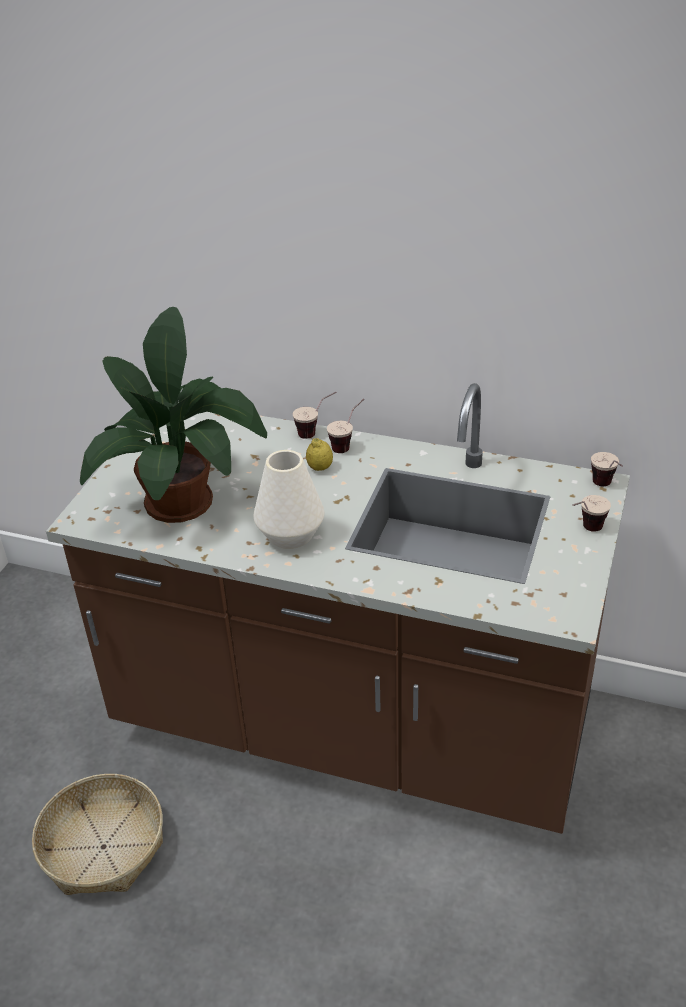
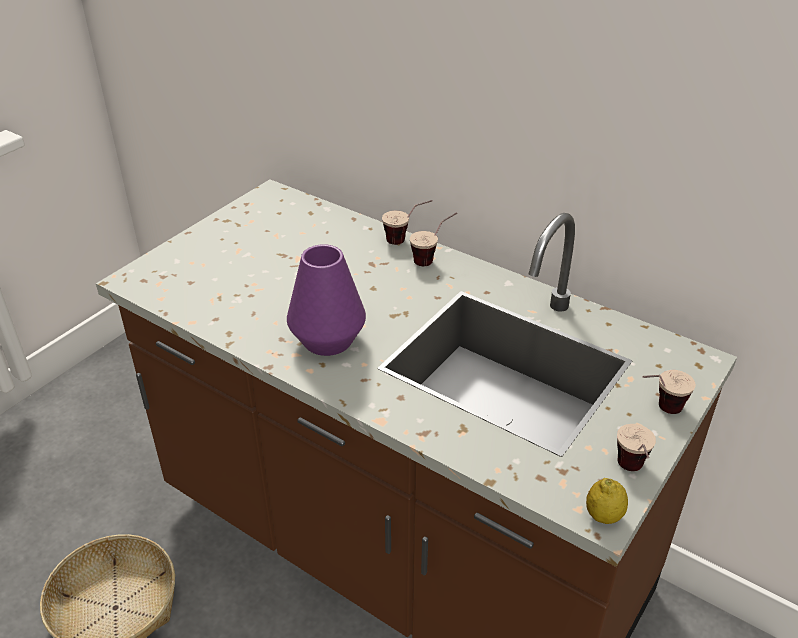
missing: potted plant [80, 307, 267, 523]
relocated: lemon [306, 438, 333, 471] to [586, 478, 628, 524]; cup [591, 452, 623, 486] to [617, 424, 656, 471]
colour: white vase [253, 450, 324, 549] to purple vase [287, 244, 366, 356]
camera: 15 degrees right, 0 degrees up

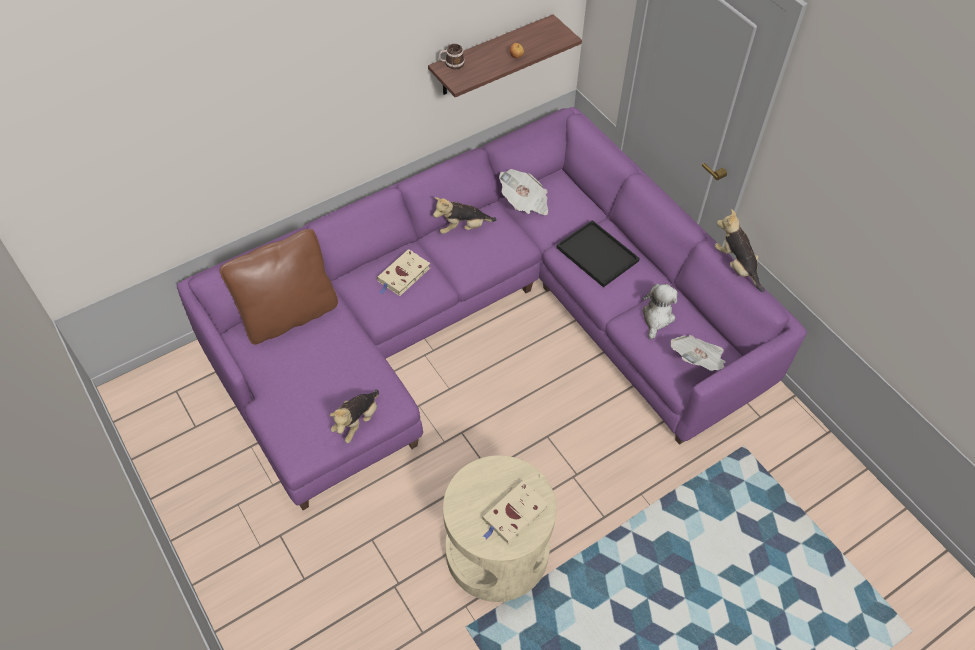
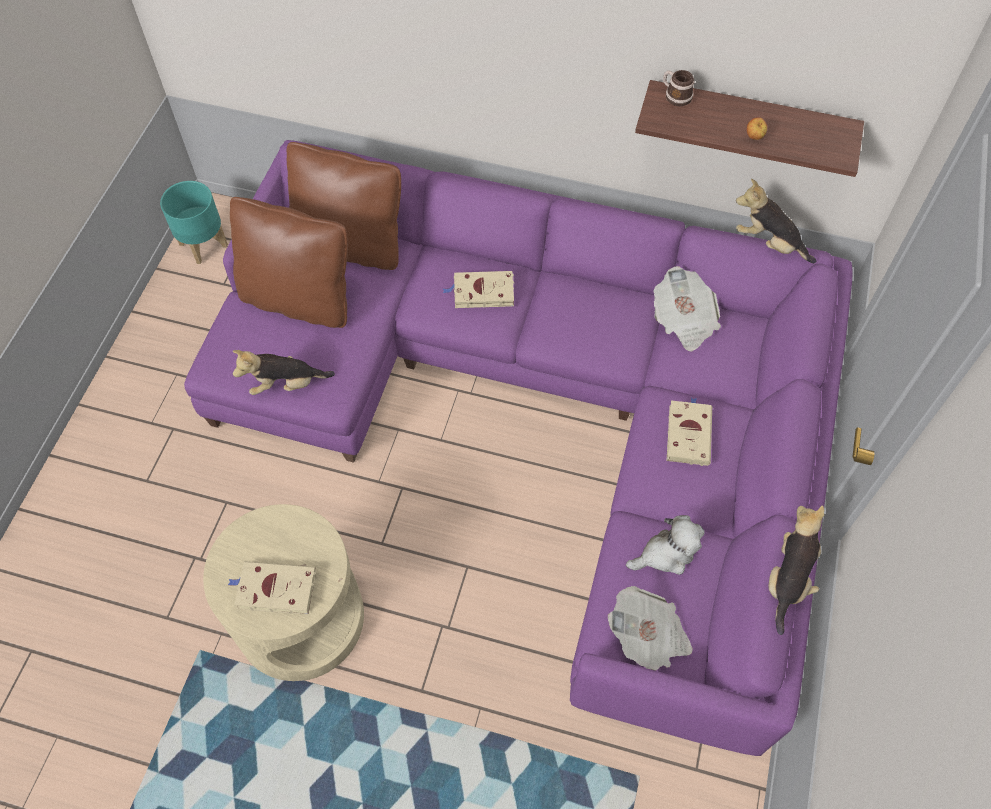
appeared: turquoise planter [160, 181, 228, 264]; brown pillow [230, 197, 348, 328]
relocated: plush toy [433, 197, 497, 234] to [736, 179, 816, 263]
exchanged: black tray [556, 220, 640, 287] to beige book [667, 398, 712, 466]
camera: 50 degrees right, 5 degrees up

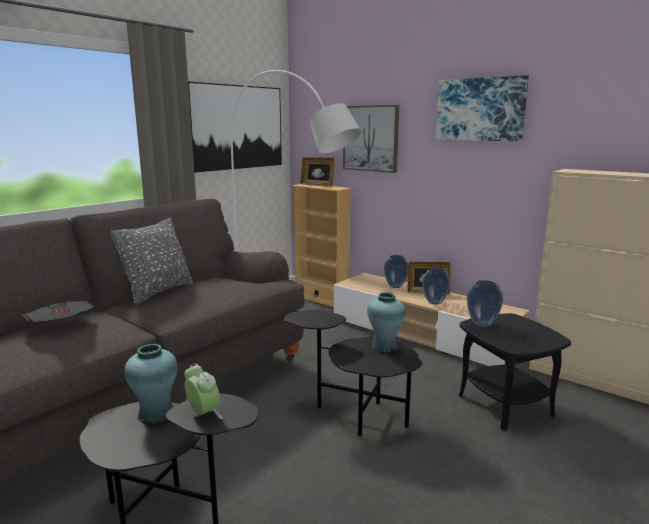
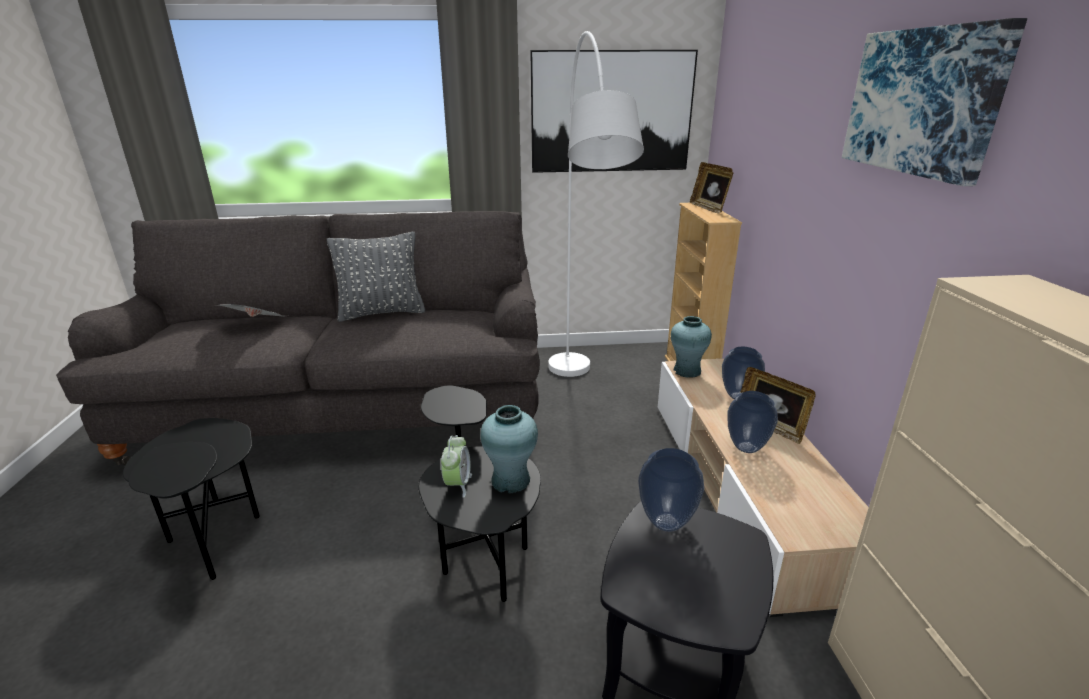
missing: picture [343, 105, 399, 173]
relocated: turquoise vase [125, 344, 177, 423] to [671, 316, 712, 378]; alarm clock [184, 363, 222, 419] to [441, 435, 472, 498]
camera: 45 degrees right, 10 degrees up

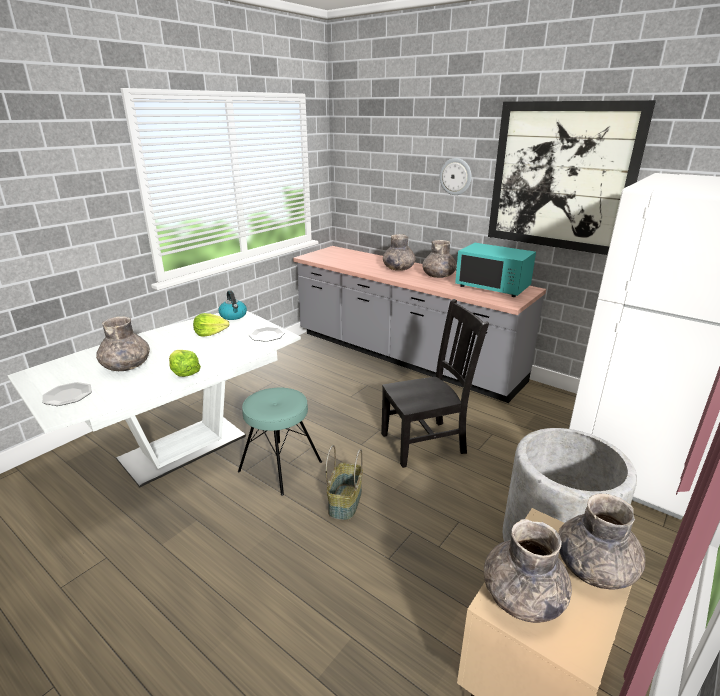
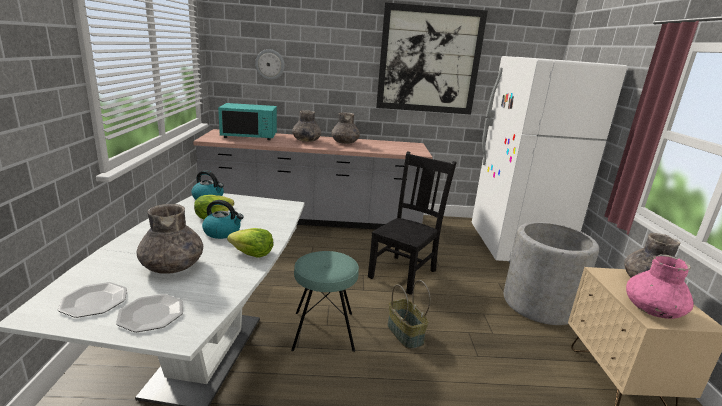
appeared: kettle [202, 200, 244, 239]
relocated: plate [249, 326, 285, 342] to [58, 282, 127, 318]; wall clock [440, 158, 472, 195] to [255, 49, 285, 80]; turquoise microwave [455, 243, 536, 297] to [218, 103, 277, 140]
colour: grey vase [484, 519, 572, 623] to pink vase [626, 254, 694, 319]
camera: 40 degrees left, 5 degrees down

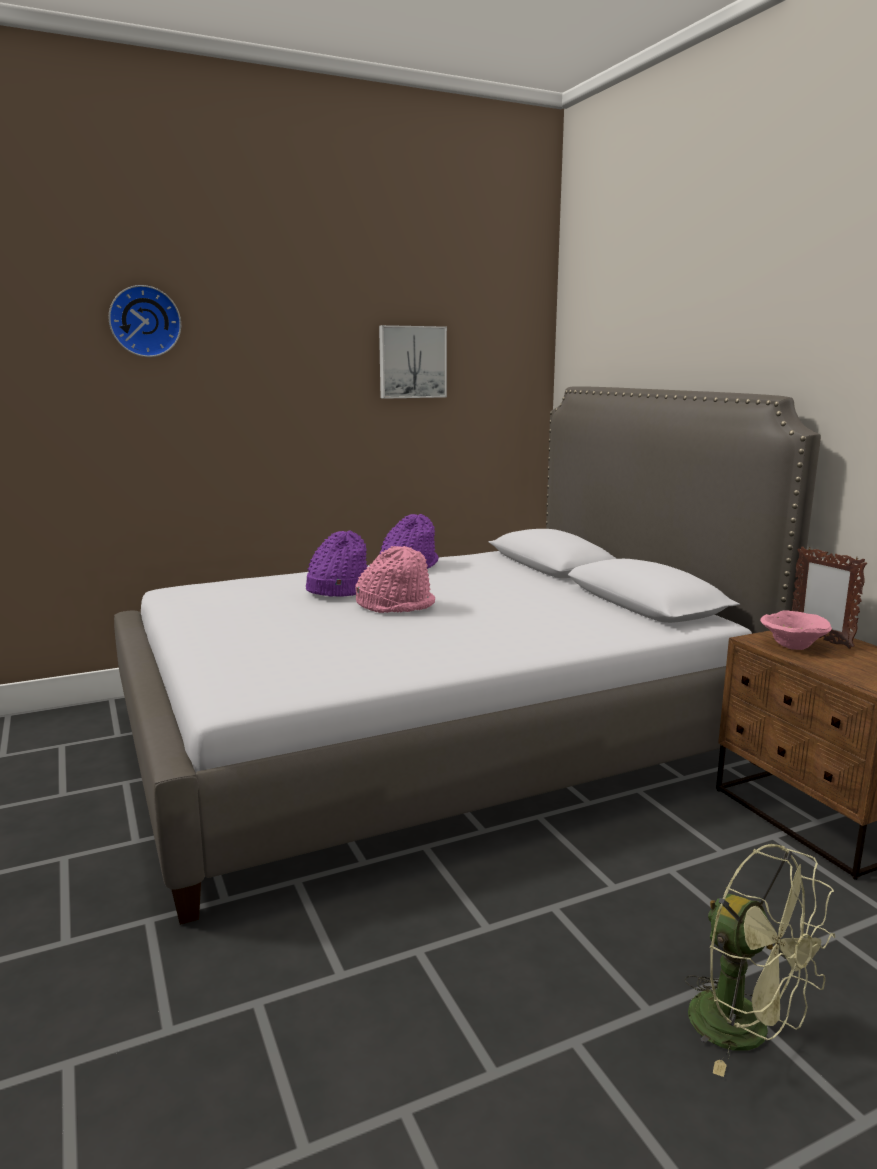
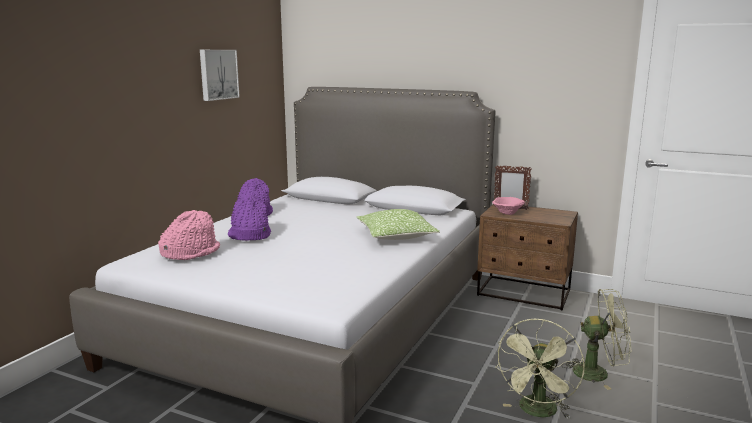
missing: wall clock [109, 285, 181, 357]
appeared: pillow [357, 209, 440, 240]; green fan [495, 319, 585, 418]
relocated: pink hat [355, 546, 435, 613] to [158, 210, 220, 260]
camera: 40 degrees left, 0 degrees up

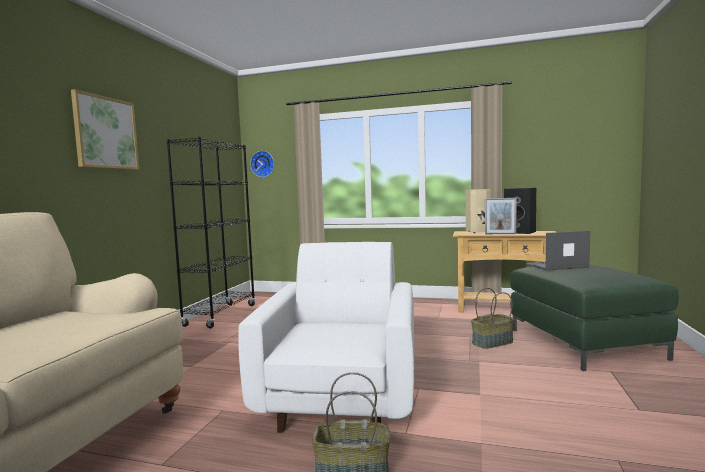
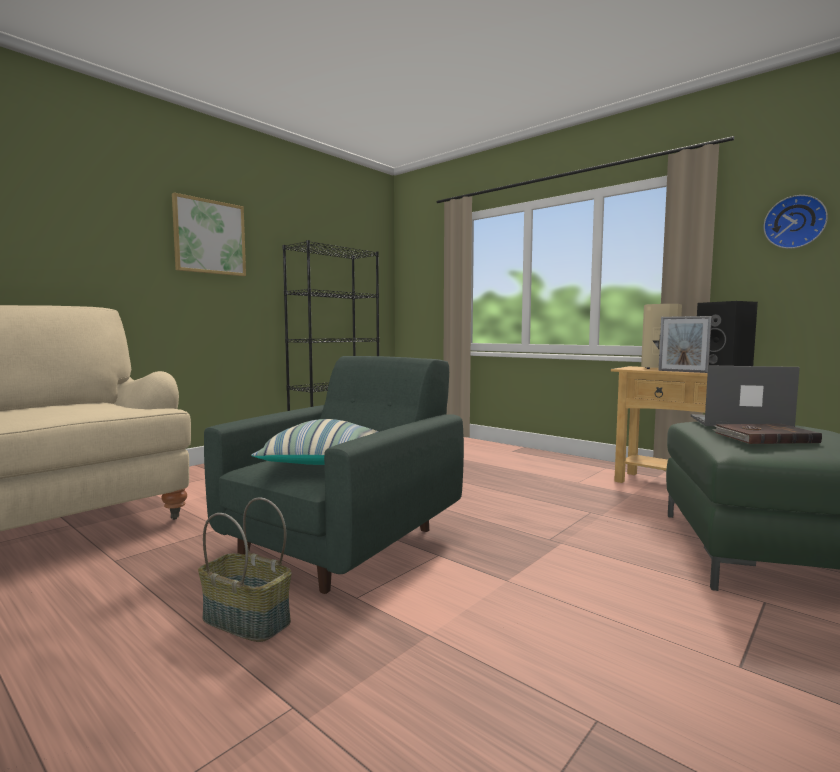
missing: basket [471, 288, 514, 349]
appeared: pillow [251, 419, 378, 465]; brown book [712, 424, 822, 444]
relocated: wall clock [250, 151, 274, 177] to [763, 195, 828, 249]
colour: white armchair [238, 242, 414, 433] to green armchair [204, 356, 464, 594]
camera: 25 degrees right, 0 degrees up

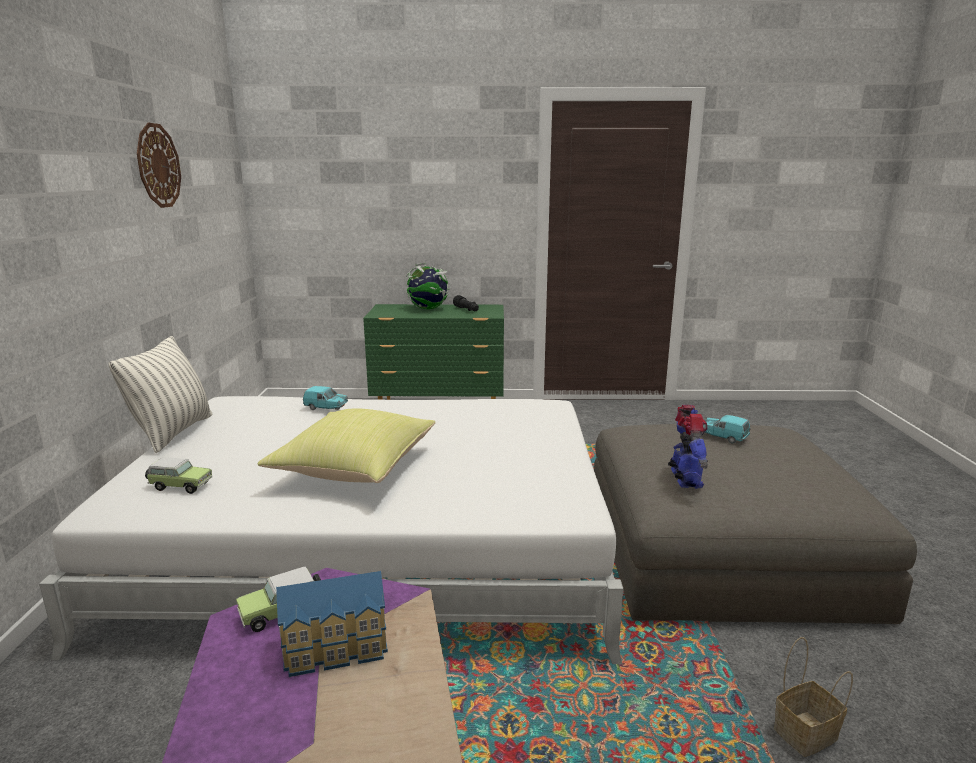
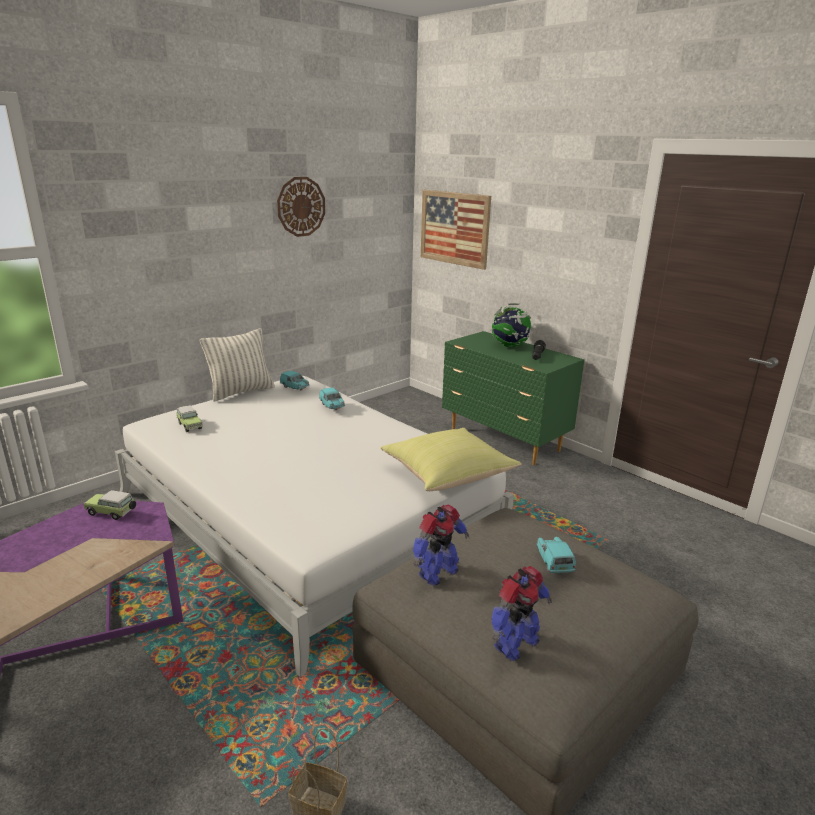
missing: toy house [276, 571, 388, 677]
appeared: turquoise toy car [280, 371, 309, 390]; picture [421, 190, 491, 270]; toy robot [491, 566, 552, 661]
relocated: yellow pillow [258, 408, 435, 483] to [380, 428, 522, 491]
camera: 45 degrees right, 5 degrees up

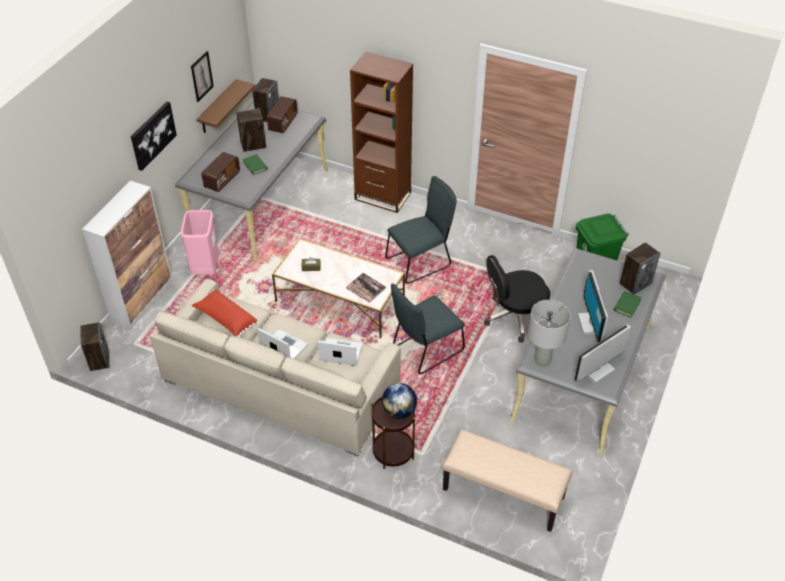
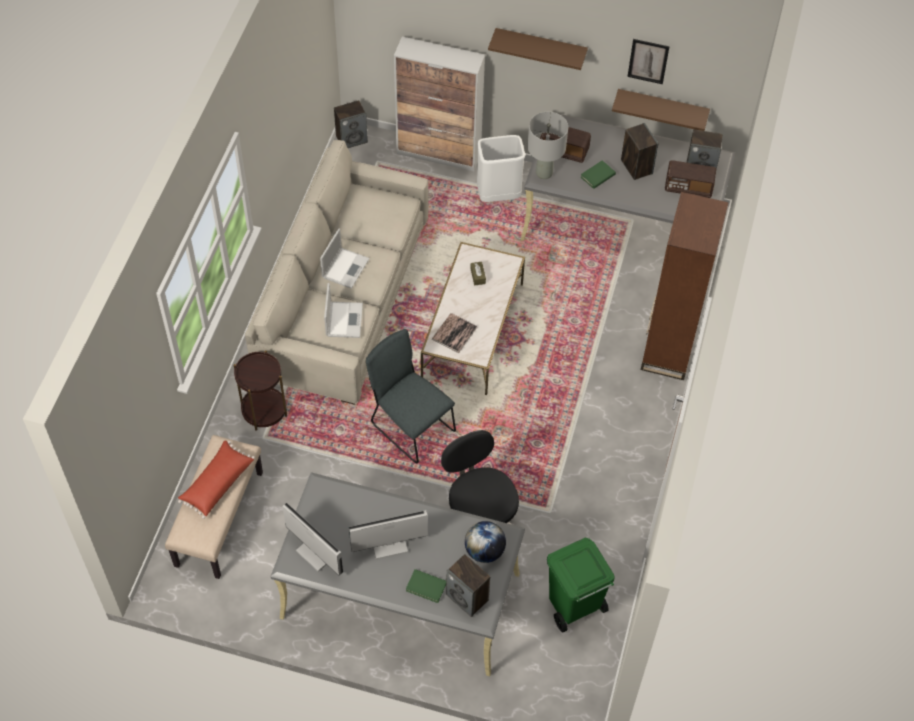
missing: grey chair [385, 176, 457, 284]
relocated: red pillow [192, 289, 259, 337] to [178, 440, 255, 519]; globe [382, 383, 417, 419] to [465, 521, 506, 563]; grey table lamp [528, 300, 571, 366] to [527, 112, 568, 179]
exchanged: picture [131, 102, 177, 171] to brown shelf [488, 28, 588, 70]
colour: pink trash can [181, 210, 219, 275] to white trash can [477, 135, 525, 202]
camera: 80 degrees right, 10 degrees up

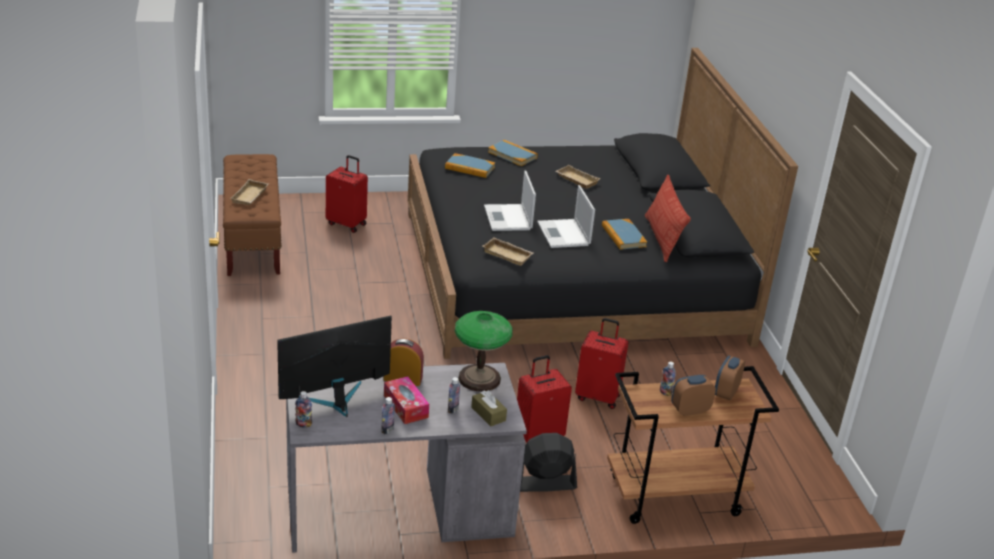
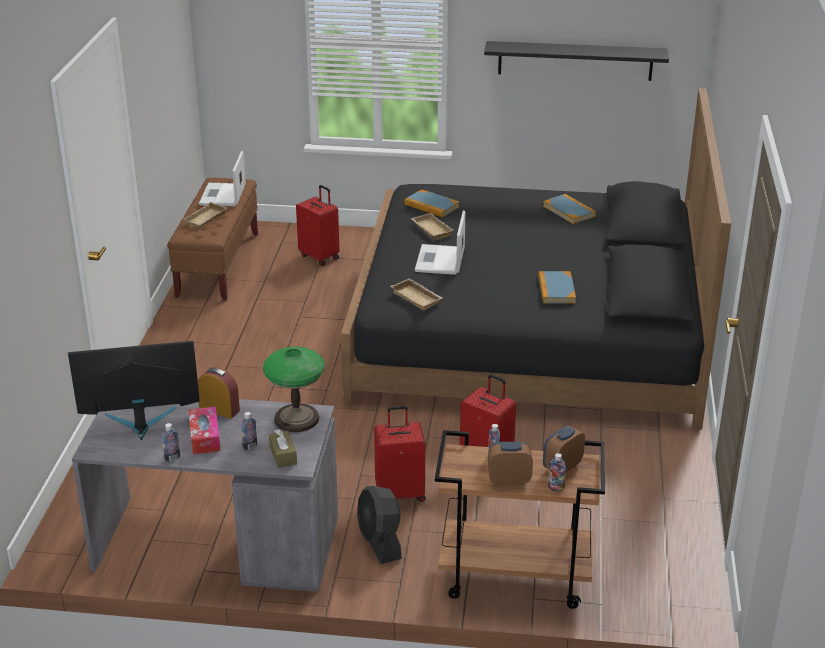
missing: pillow [645, 175, 691, 262]
appeared: black shelf [484, 41, 669, 81]
relocated: bottle [295, 391, 312, 428] to [548, 453, 566, 492]; book [488, 140, 538, 166] to [543, 194, 596, 224]; laptop [537, 185, 595, 248] to [199, 151, 246, 206]; beige tray [555, 165, 601, 189] to [411, 213, 454, 240]
spun: black fan [520, 433, 577, 492] = [357, 486, 402, 564] 120 degrees counterclockwise
camera: 20 degrees right, 0 degrees up

